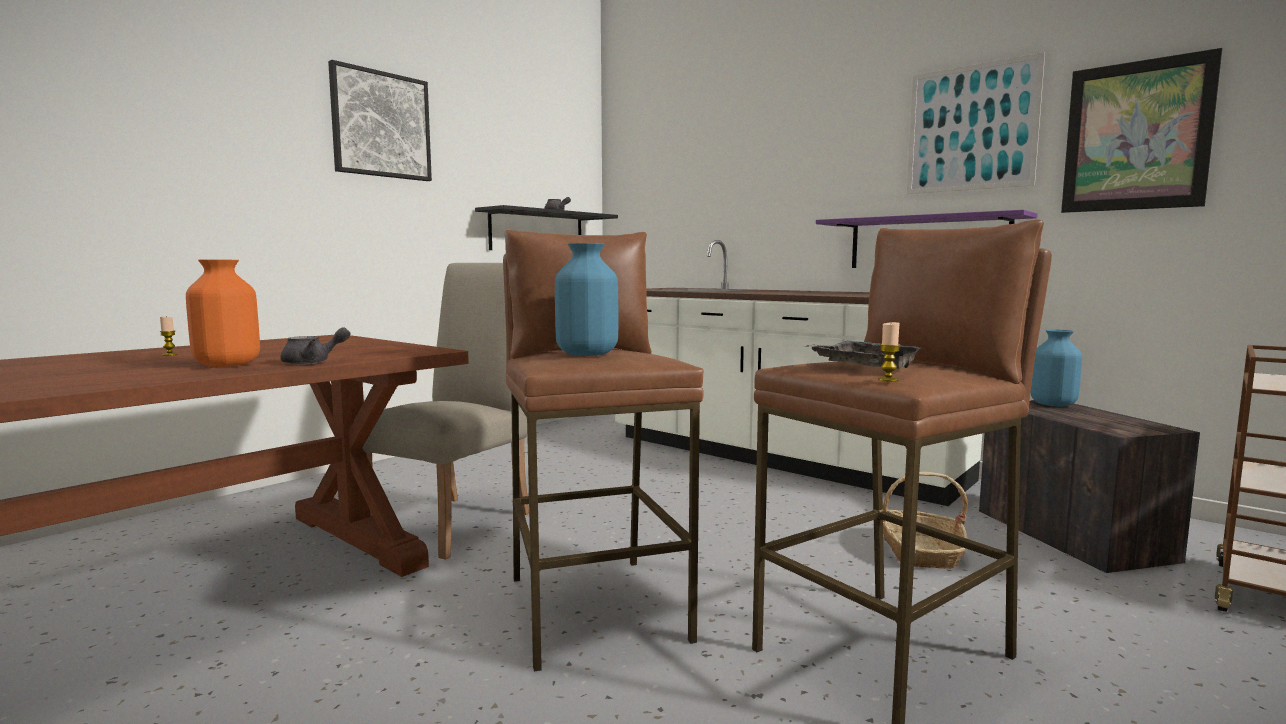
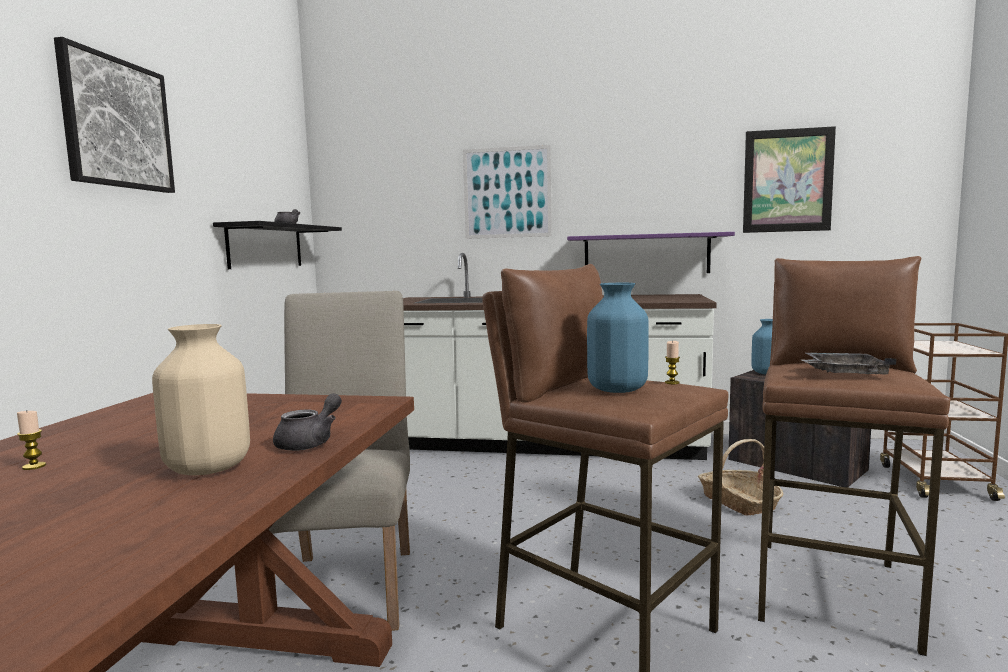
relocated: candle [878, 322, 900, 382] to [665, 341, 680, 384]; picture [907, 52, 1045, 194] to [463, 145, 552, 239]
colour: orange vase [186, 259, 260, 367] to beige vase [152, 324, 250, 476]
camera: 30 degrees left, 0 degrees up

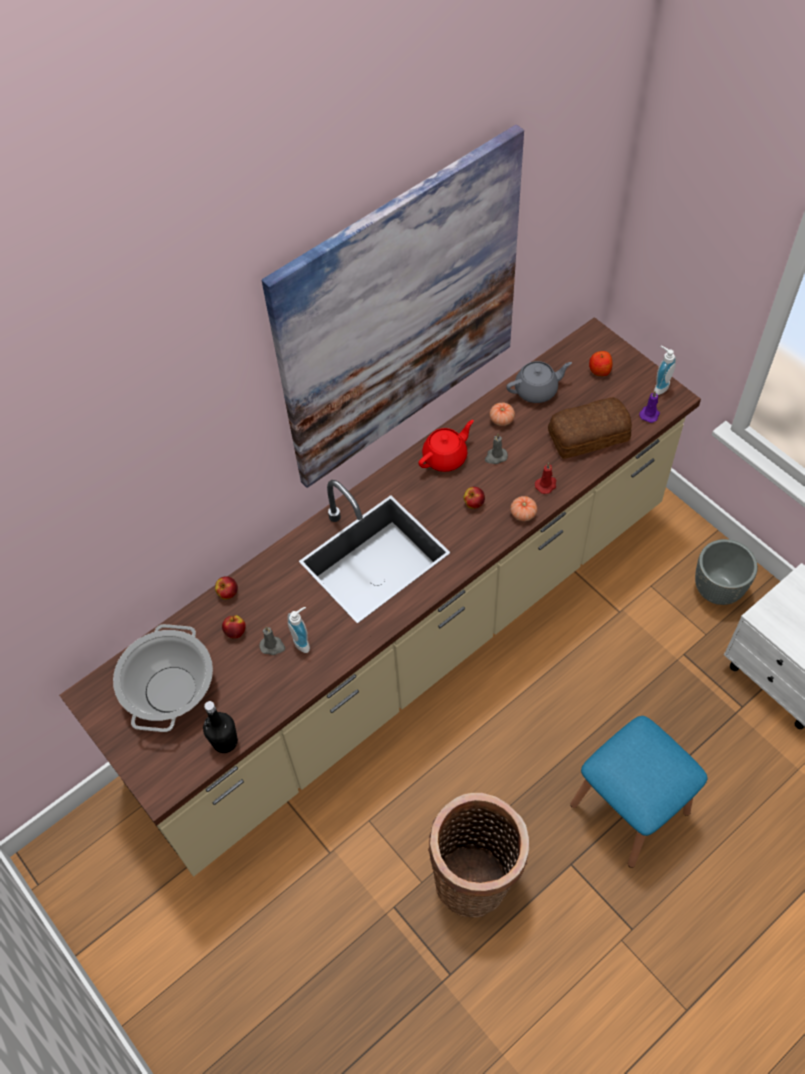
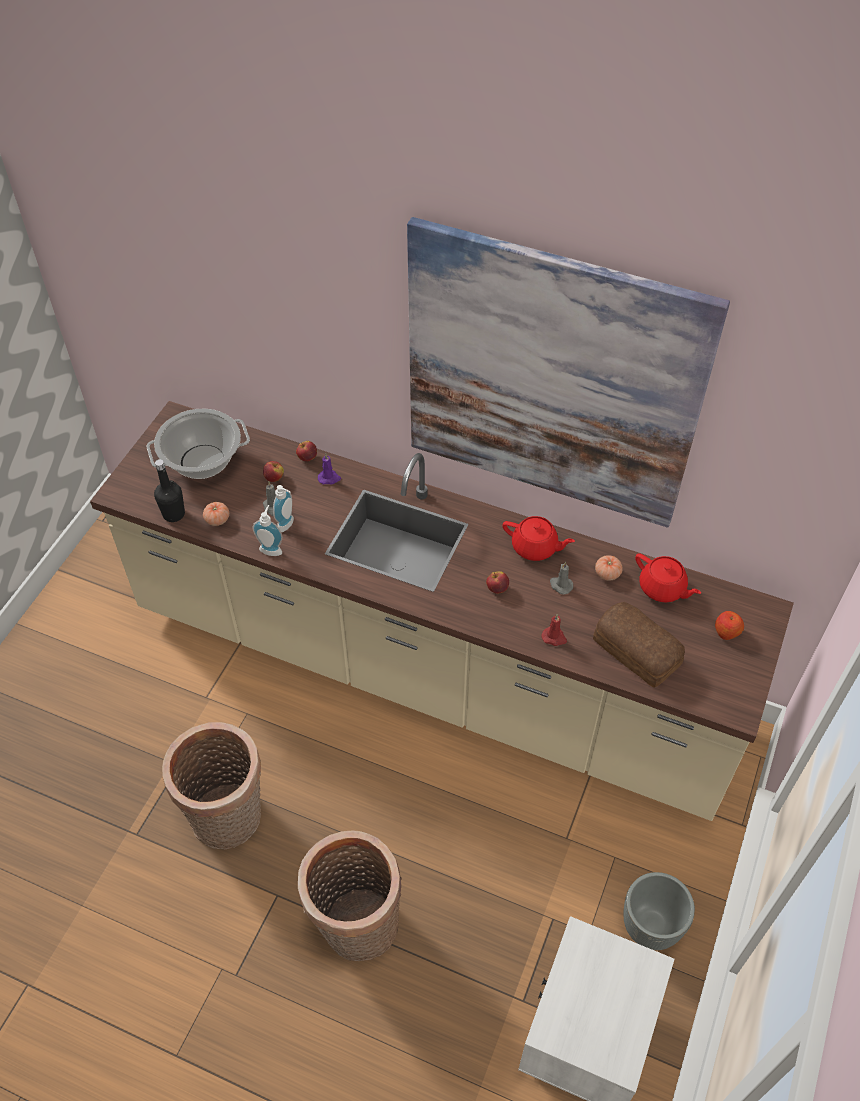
relocated: tomato [510, 496, 537, 521] to [203, 502, 229, 526]; purple candle [639, 391, 660, 423] to [318, 453, 341, 485]; soap dispenser [654, 346, 676, 395] to [253, 505, 283, 556]
exchanged: blue stool [570, 716, 707, 868] to basket [298, 830, 402, 961]
colour: grey teapot [506, 361, 572, 403] to red teapot [635, 554, 701, 602]
camera: 60 degrees right, 5 degrees down

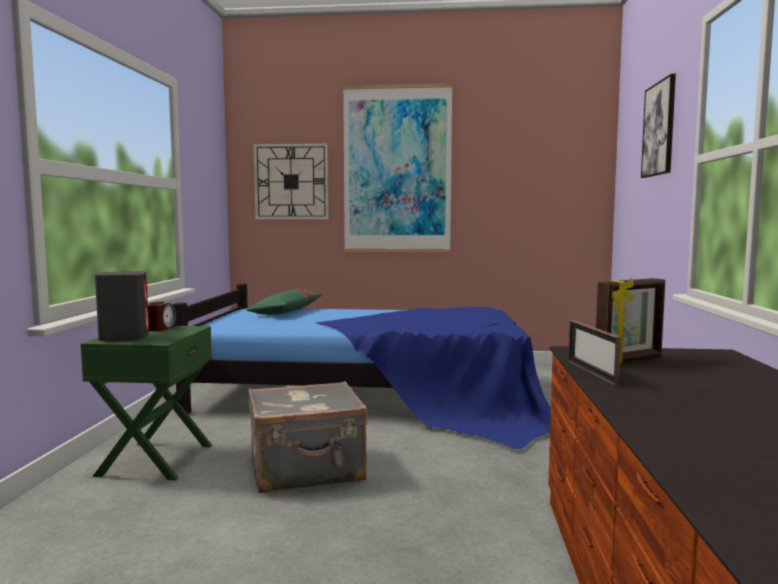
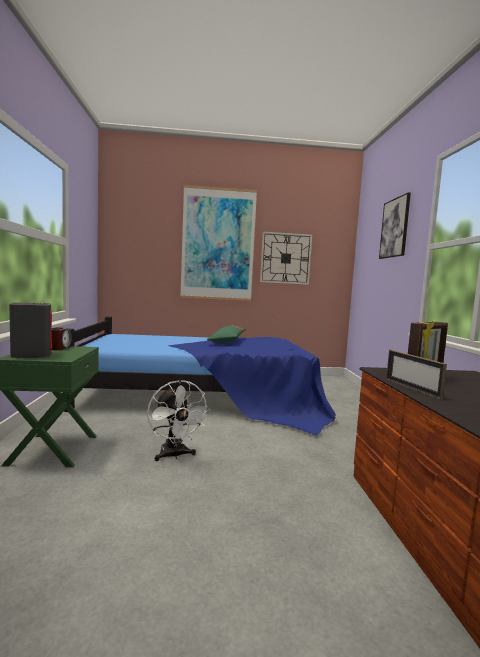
relocated: green pillow [247, 290, 323, 315] to [207, 326, 246, 343]; wall clock [253, 143, 329, 219] to [260, 232, 312, 285]
exchanged: grey suitcase [248, 381, 368, 493] to white fan [147, 380, 211, 461]
camera: 10 degrees left, 0 degrees up

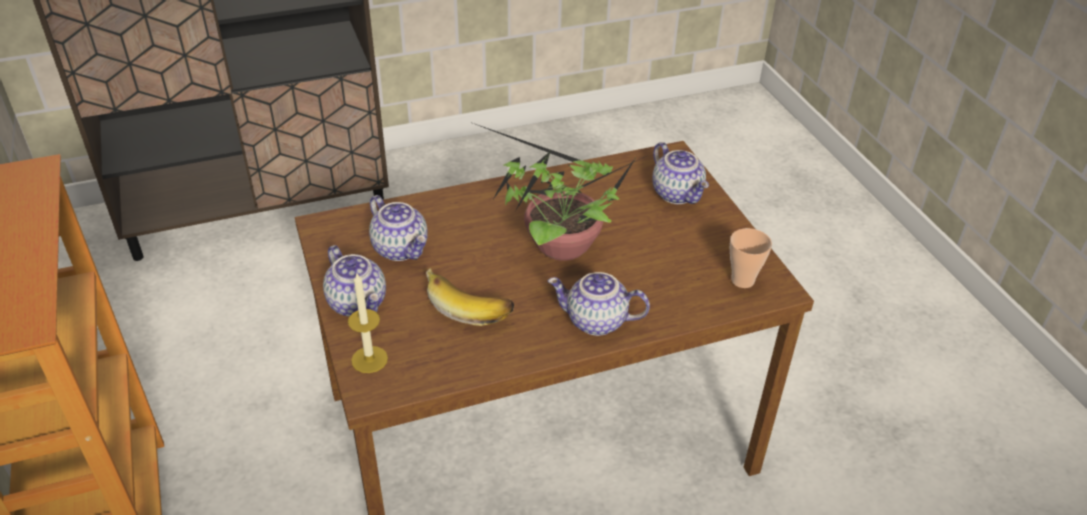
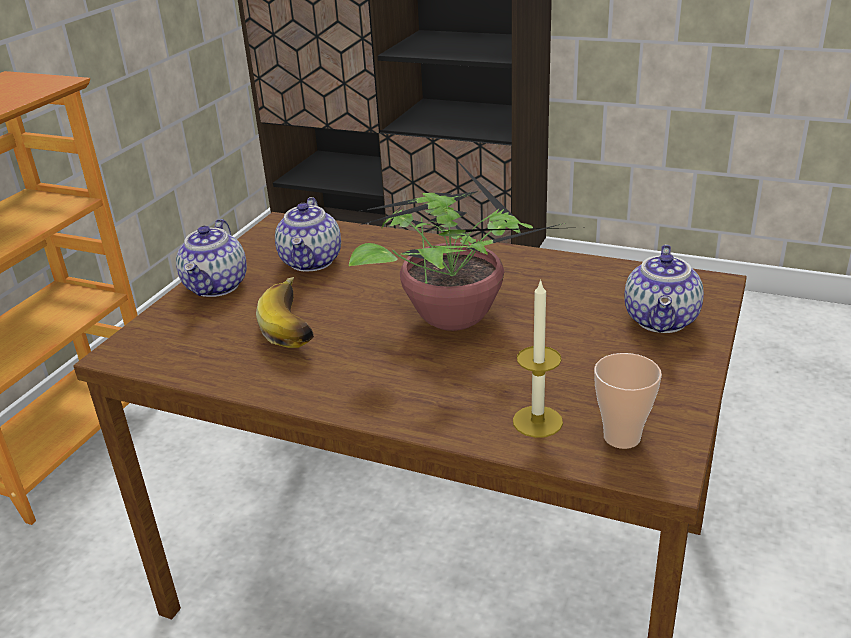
missing: teapot [548, 272, 650, 336]
relocated: candle [348, 272, 388, 373] to [513, 279, 563, 438]
camera: 45 degrees right, 10 degrees down

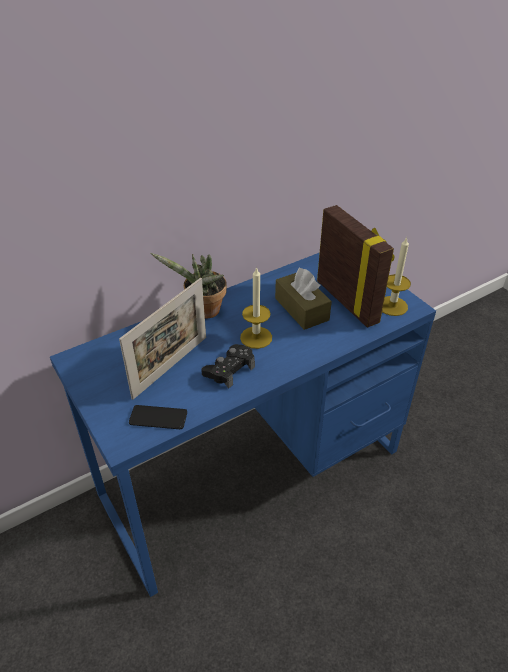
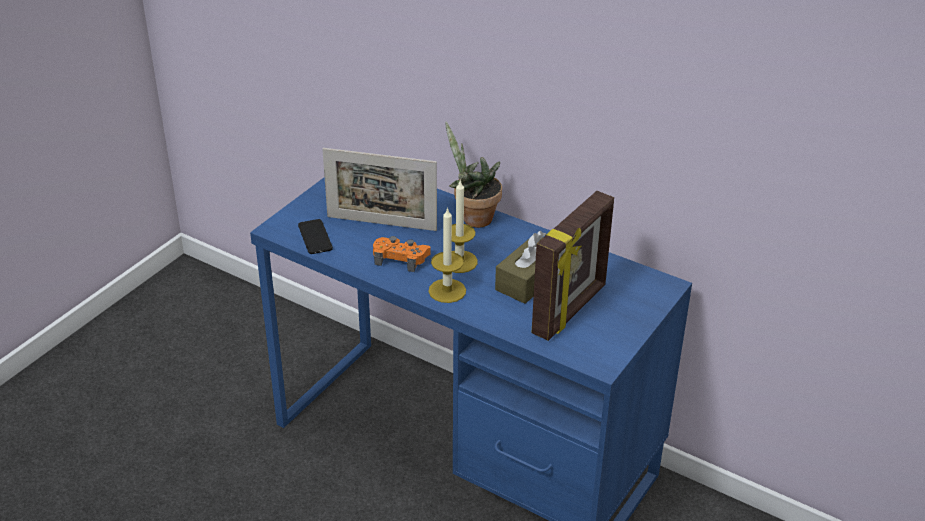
relocated: candle [382, 236, 411, 316] to [428, 207, 466, 303]
colour: black game controller [201, 344, 255, 389] to orange game controller [373, 236, 431, 272]
camera: 65 degrees right, 5 degrees down

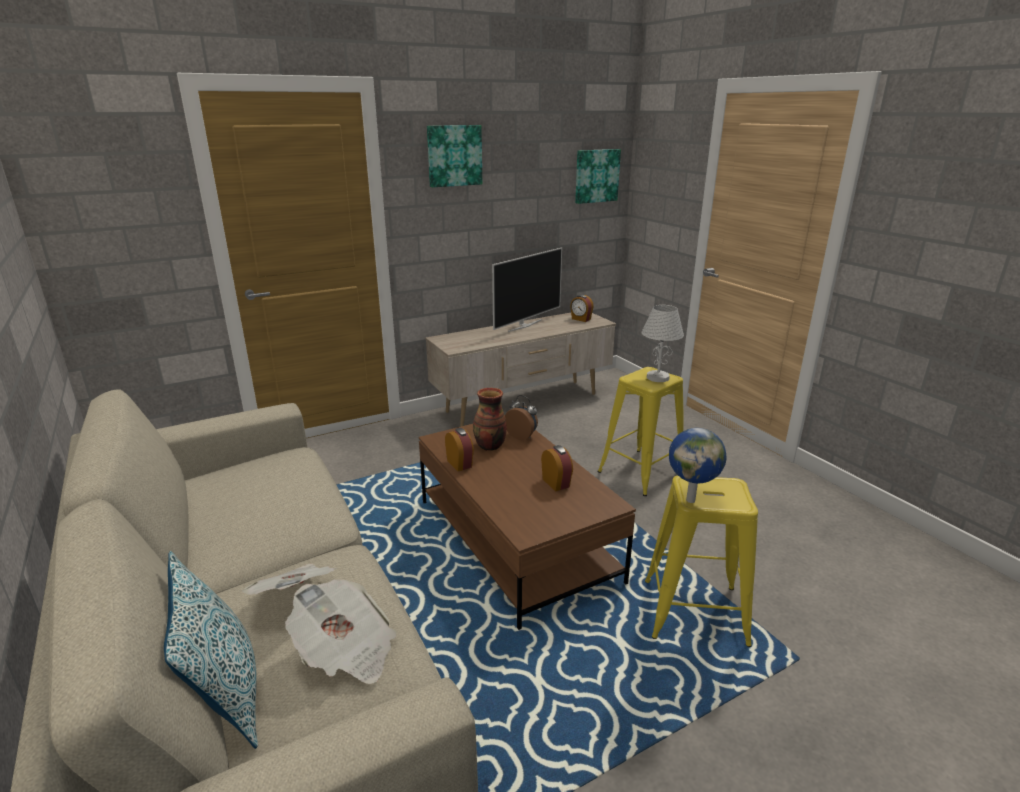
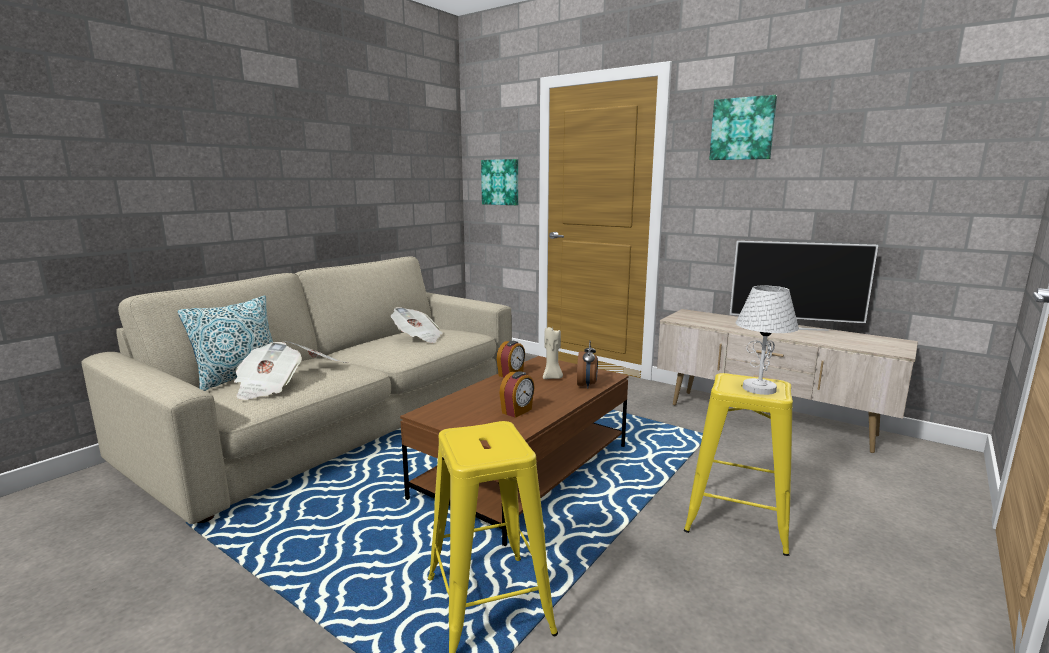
missing: alarm clock [570, 295, 594, 322]; globe [669, 428, 727, 503]
appeared: newspaper [391, 307, 443, 343]
relocated: picture [575, 149, 621, 204] to [481, 159, 518, 205]
exchanged: vase [473, 388, 507, 451] to beige candle [543, 327, 563, 379]
camera: 65 degrees right, 10 degrees down

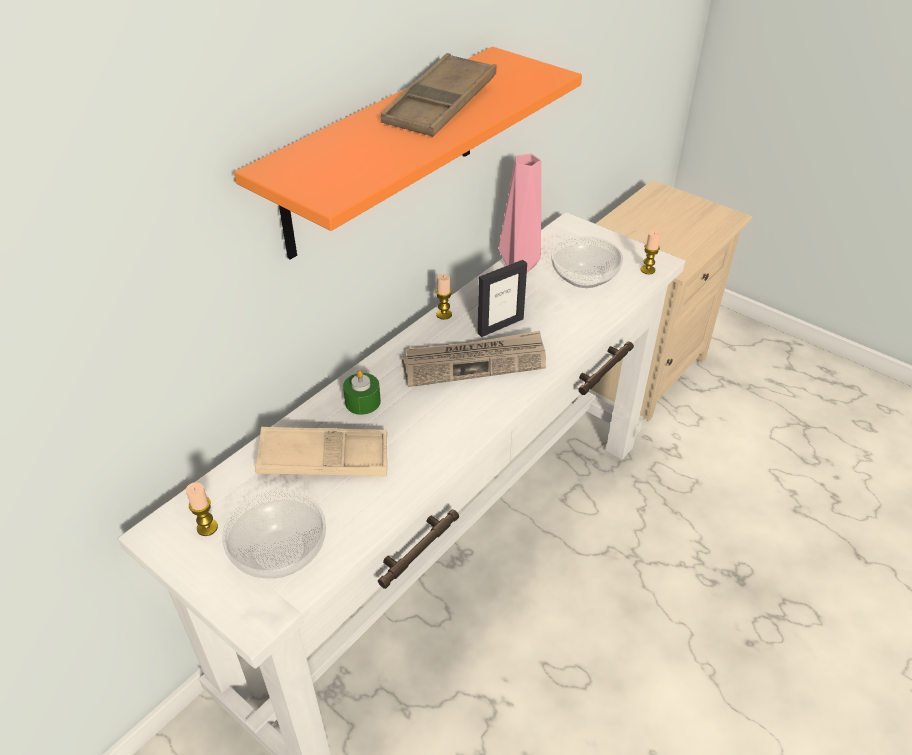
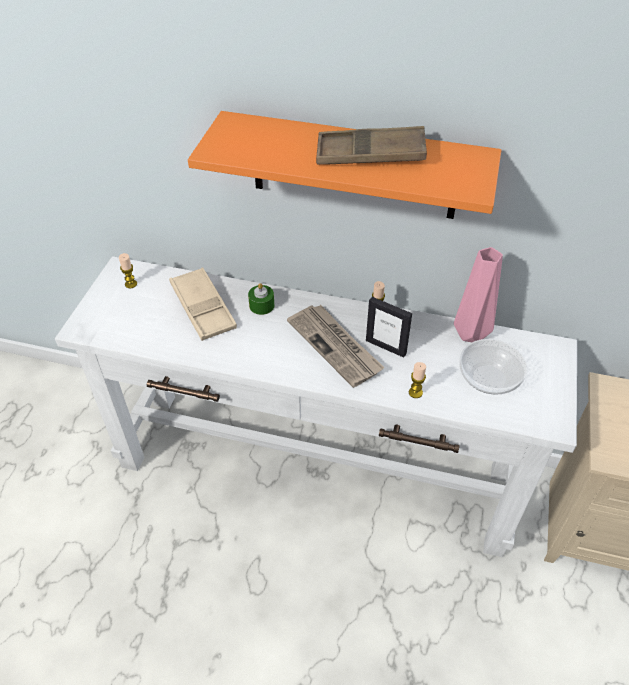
missing: bowl [222, 490, 326, 579]
relocated: candle [640, 230, 661, 274] to [409, 362, 426, 398]
camera: 65 degrees right, 5 degrees up

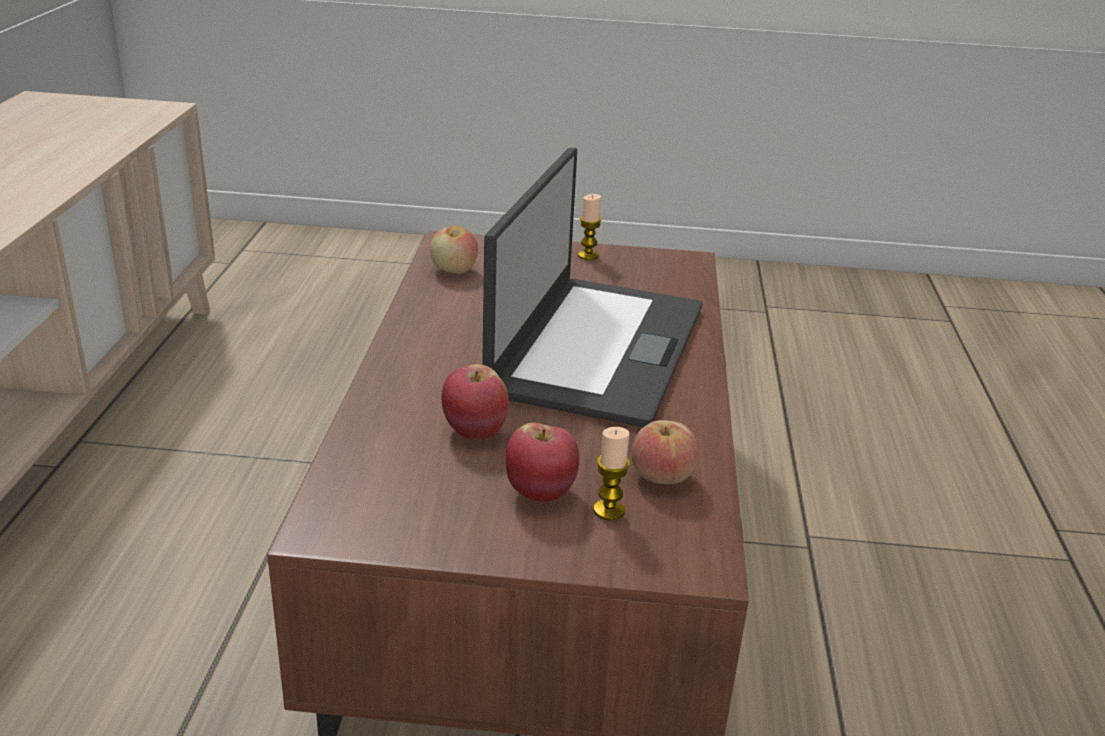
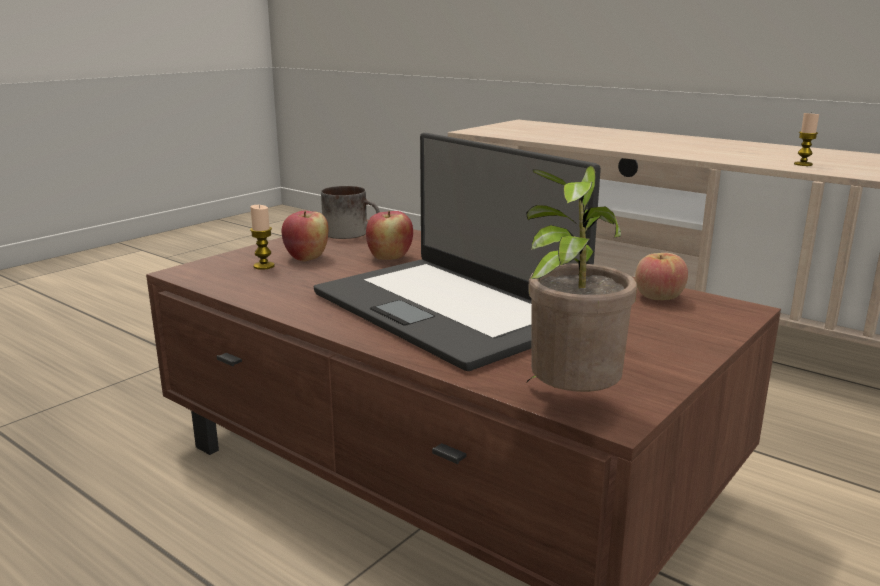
missing: apple [632, 420, 698, 484]
appeared: mug [321, 186, 380, 239]; potted plant [527, 166, 637, 392]
relocated: candle [578, 194, 602, 260] to [794, 113, 819, 166]
camera: 125 degrees right, 10 degrees down

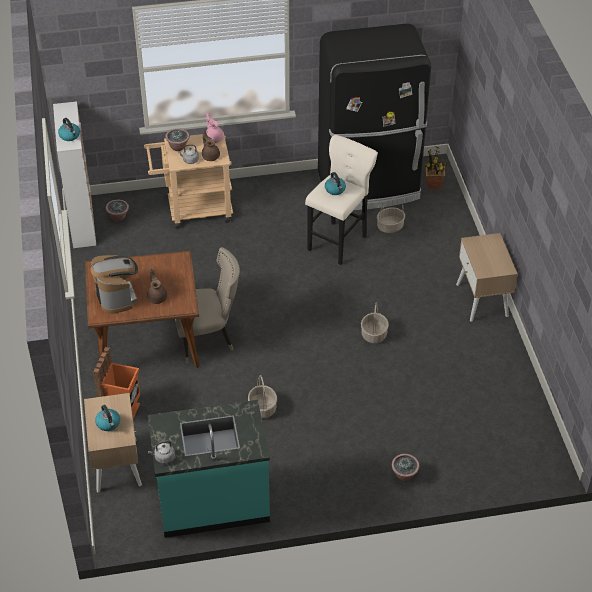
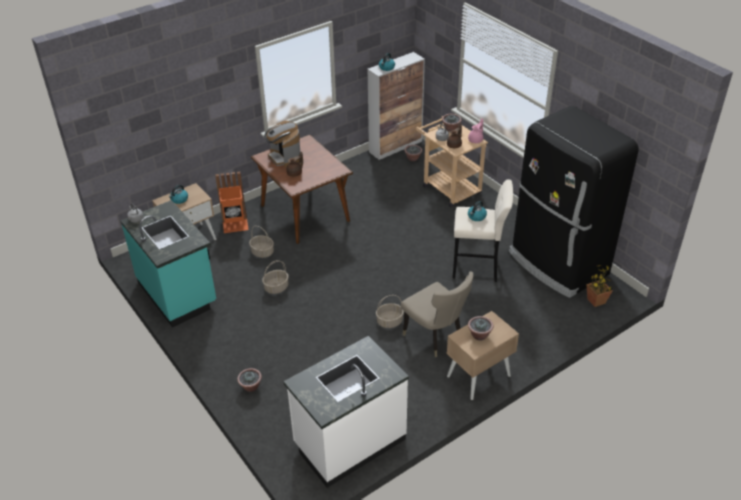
appeared: white counter [283, 336, 409, 488]; potted plant [468, 316, 493, 341]
relocated: beige chair [175, 247, 240, 363] to [401, 272, 474, 357]; basket [377, 197, 405, 233] to [249, 226, 274, 258]
spun: coffee machine [91, 255, 138, 314] = [264, 121, 300, 167] 105 degrees clockwise
camera: 65 degrees right, 5 degrees down

